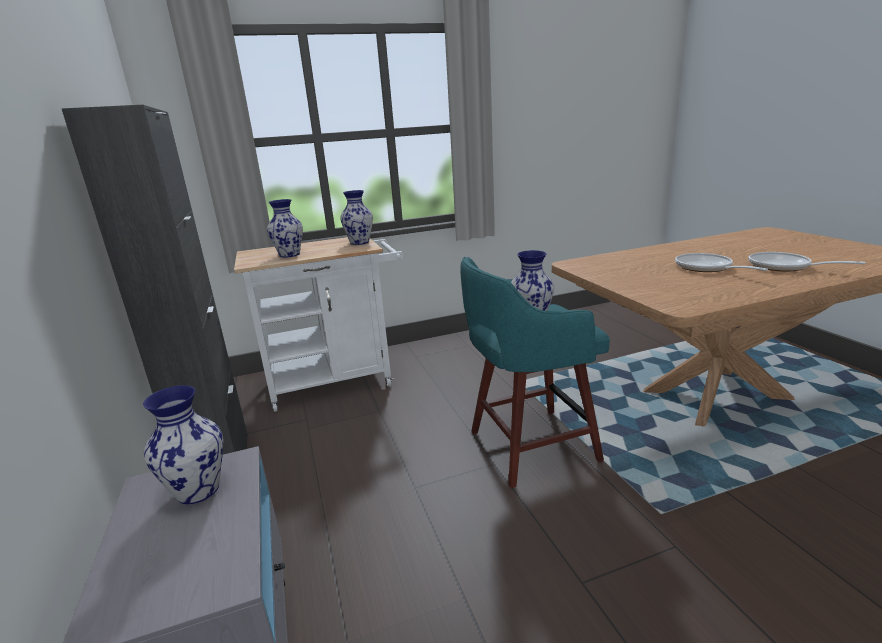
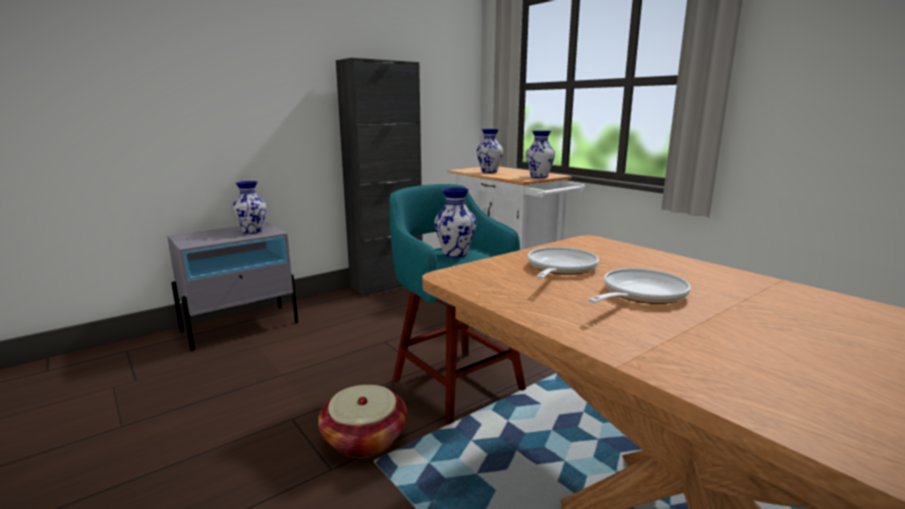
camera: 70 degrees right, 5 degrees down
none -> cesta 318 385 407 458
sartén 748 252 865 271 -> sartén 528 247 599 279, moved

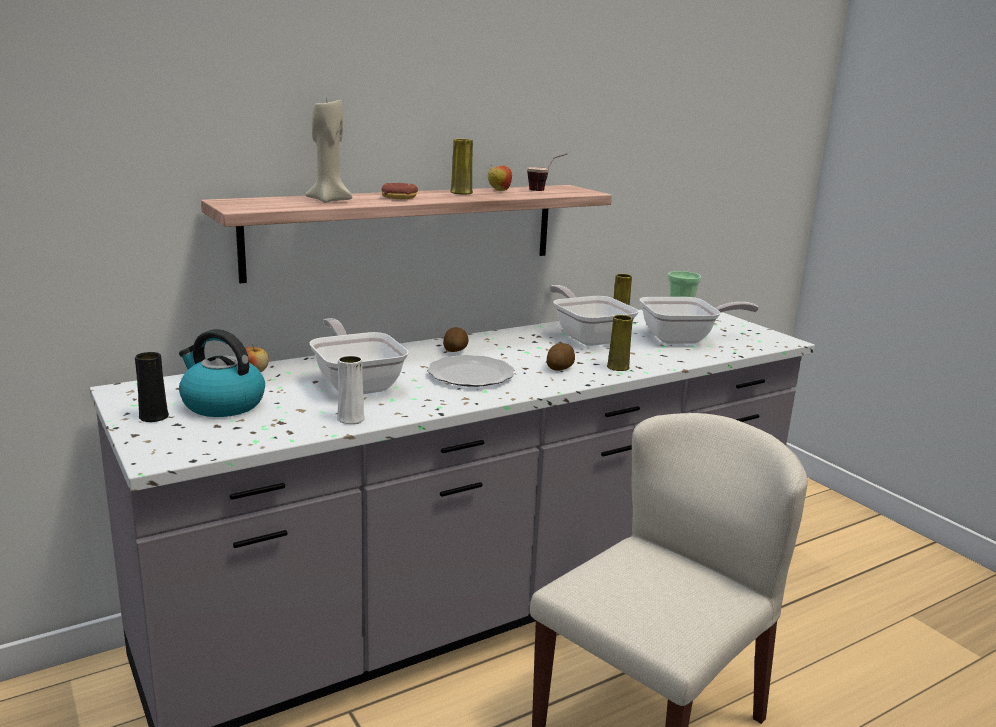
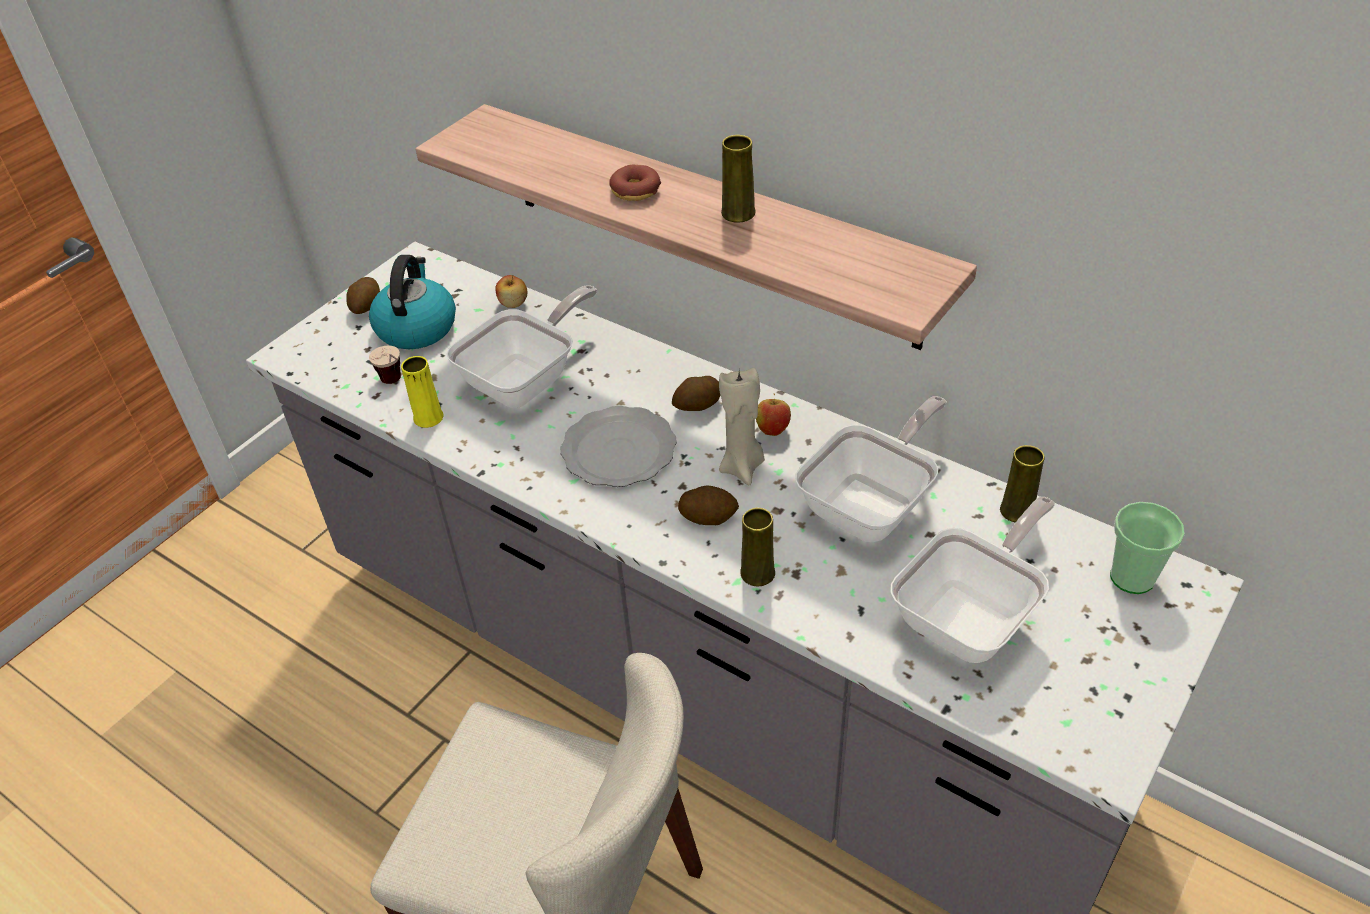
camera: 70 degrees right, 25 degrees up
florero/negro 135 352 169 422 -> patata 346 277 380 314
taza 527 153 567 191 -> taza 369 346 401 384, moved
florero/blanco 337 355 365 424 -> florero/amarillo 401 356 444 428
vela/beis 305 100 352 203 -> vela/beis 719 368 765 485, moved
manzana 488 165 512 191 -> manzana 756 393 791 436, moved
sartén 639 297 759 344 -> sartén 890 497 1055 663, 105 degrees counterclockwise

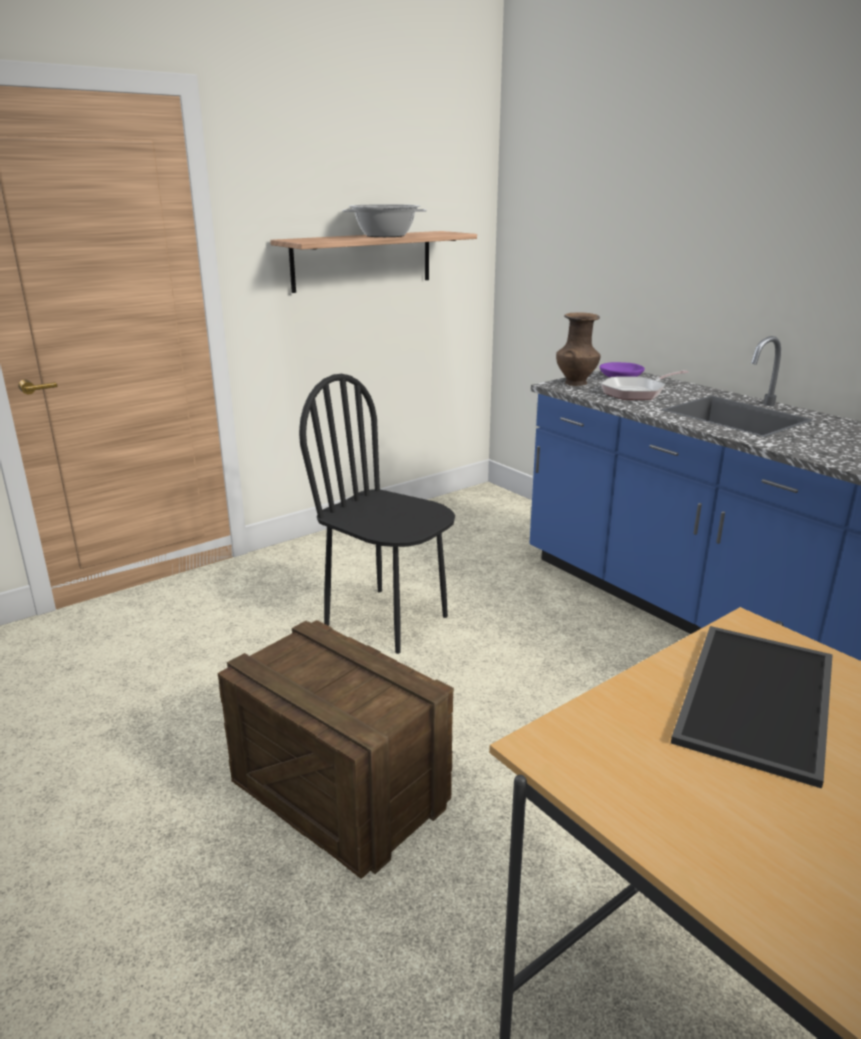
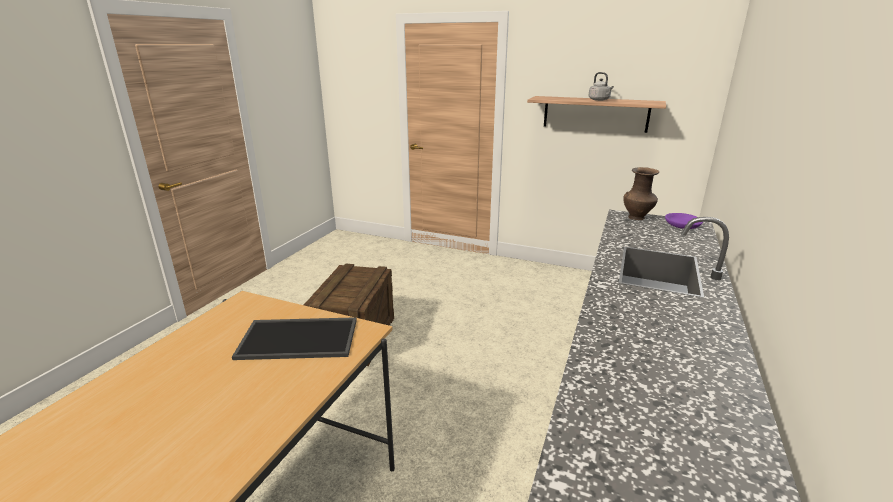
camera: 60 degrees right, 0 degrees up
olla 343 204 427 237 -> hervidor/gris 588 72 614 101
silla/negro 299 374 455 654 -> none
sartén 601 370 689 400 -> none

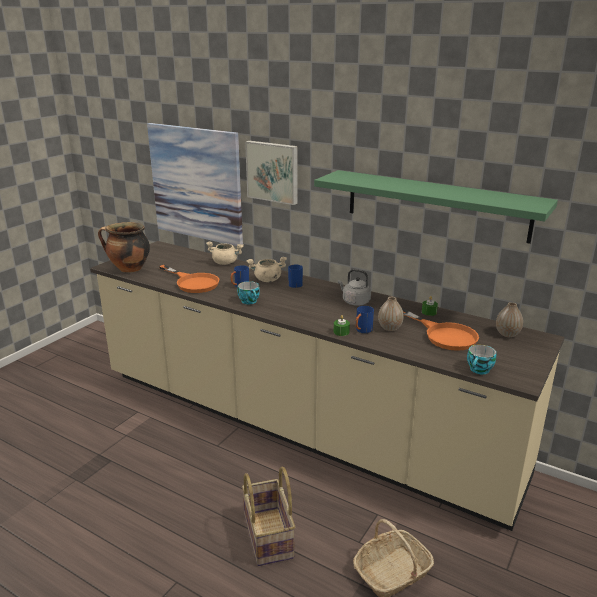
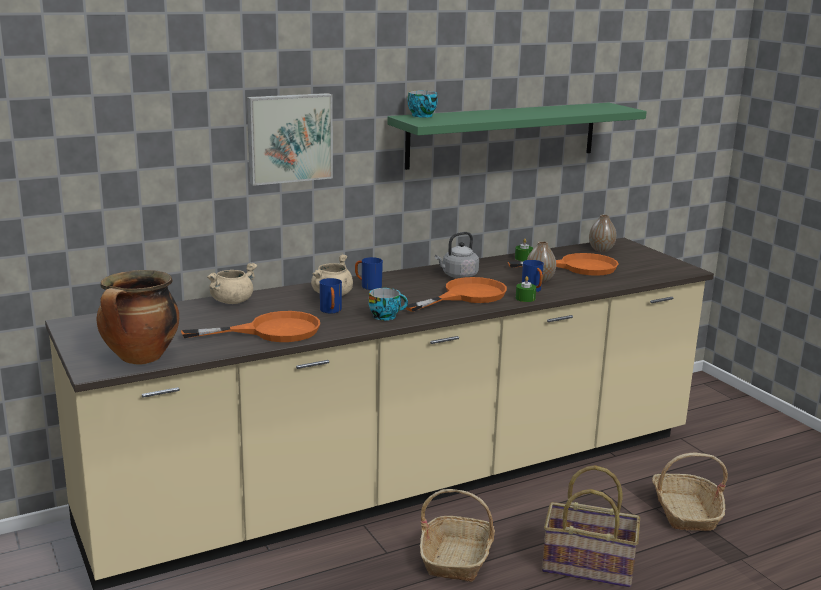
camera: 60 degrees left, 5 degrees down
none -> sartén/naranja 406 277 507 312
taza 467 344 496 374 -> taza 408 91 438 118, moved
none -> cesta 420 489 495 582
cuadro 147 123 243 246 -> none

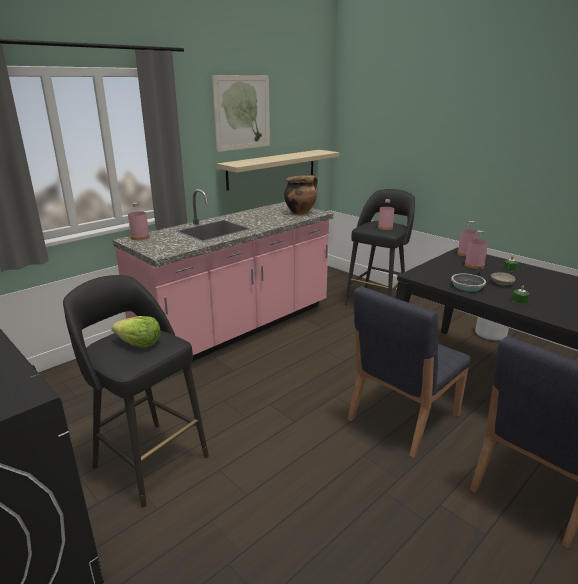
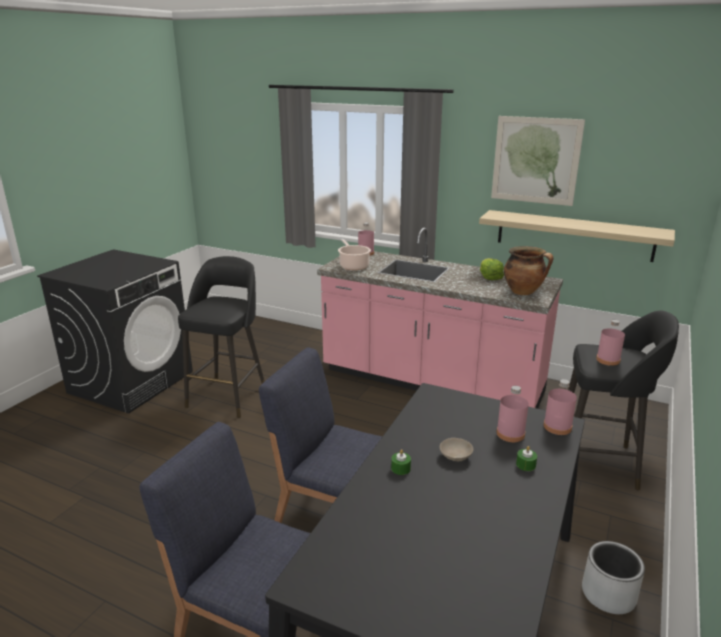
camera: 70 degrees right, 0 degrees up
none -> olla 338 239 371 270
lechuga 111 316 161 348 -> lechuga 480 258 504 280, moved
sartén 451 267 486 292 -> none

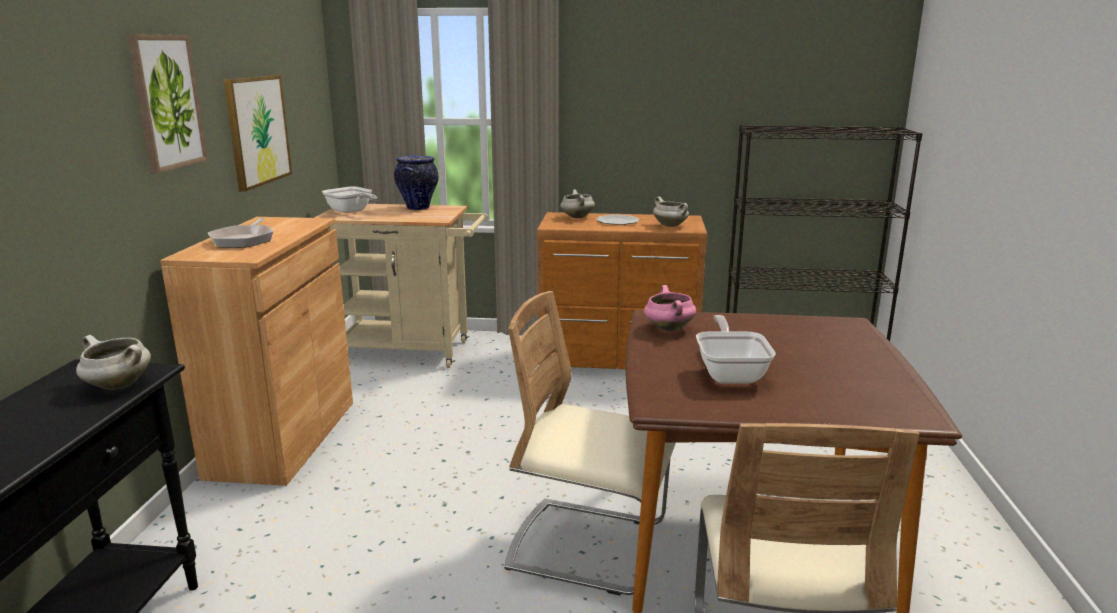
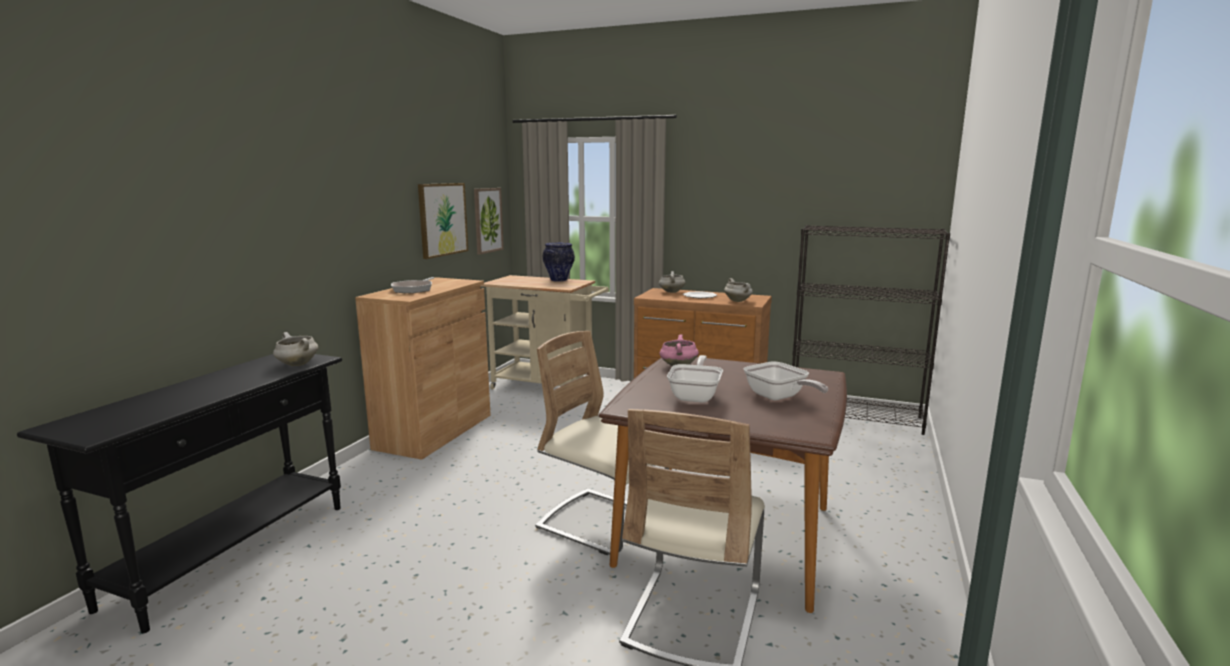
camera: 15 degrees right, 5 degrees down
cuadro 126 34 208 174 -> cuadro 474 188 504 255, moved
sartén 322 186 377 213 -> sartén 743 362 828 400, moved

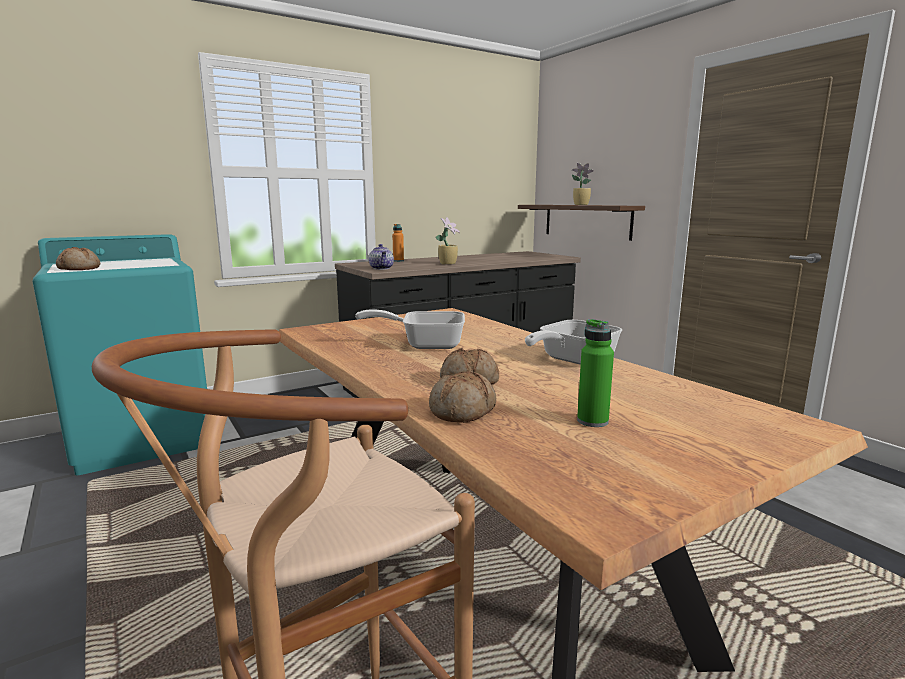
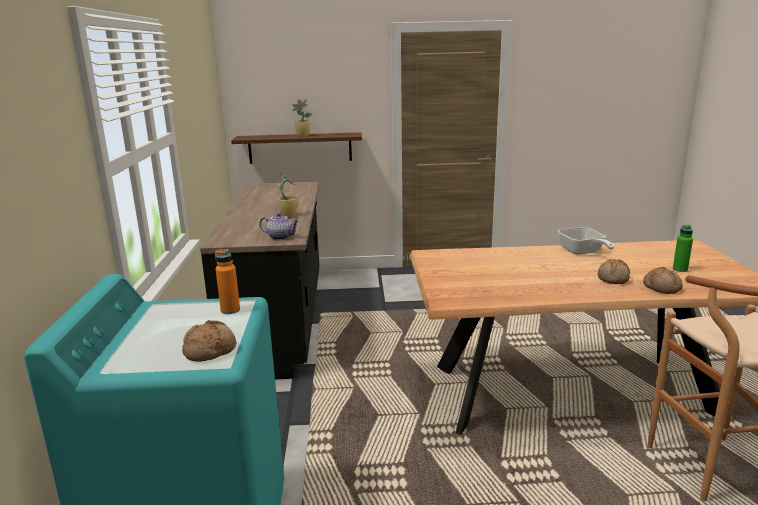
camera: 60 degrees left, 5 degrees up
botella/naranja 392 224 404 262 -> botella/naranja 215 249 240 314, moved
sartén 355 309 465 349 -> none

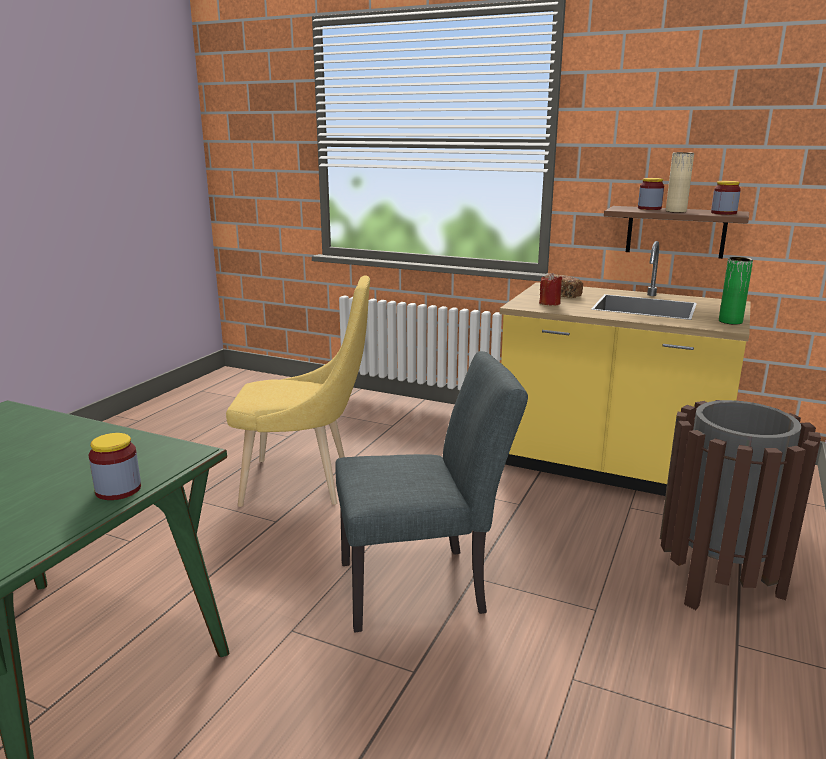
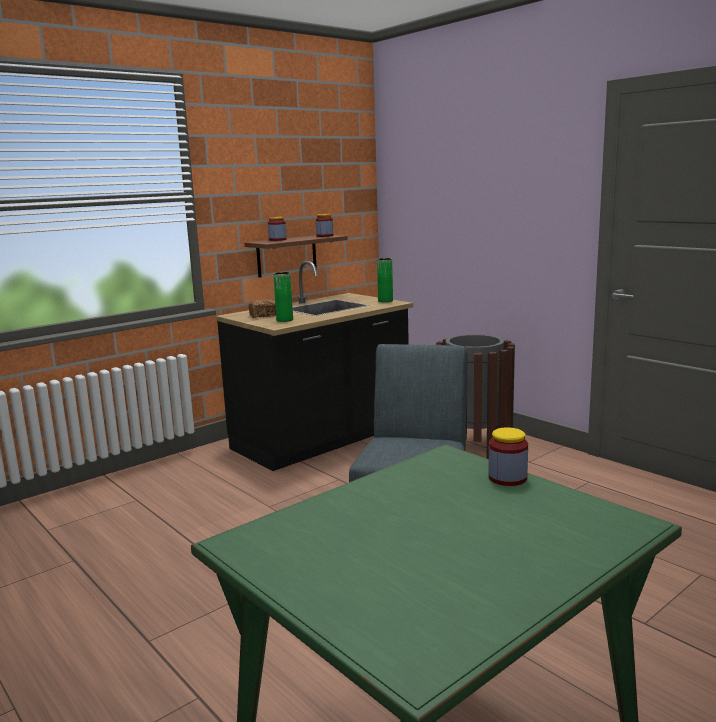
camera: 65 degrees left, 5 degrees down
mueble bajo de cocina/amarillo 500 241 751 496 -> mueble bajo de cocina/negro 215 261 413 471
vela/rojo 539 273 562 306 -> florero/verde 273 272 293 322
silla/amarillo 226 275 370 507 -> none
florero/beis 666 152 694 213 -> none

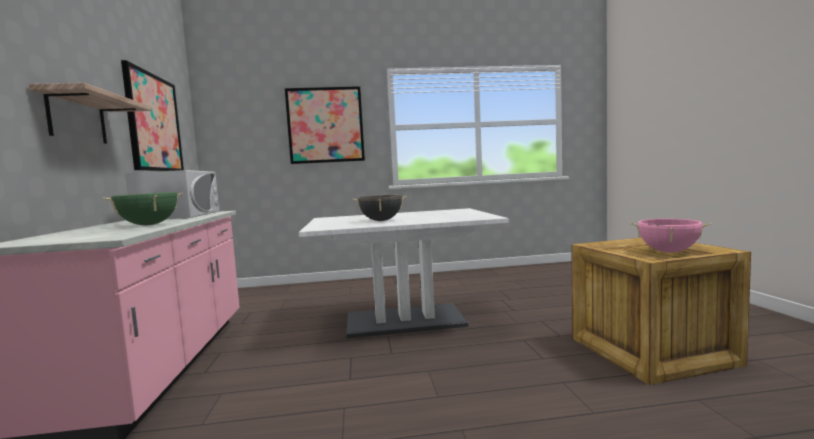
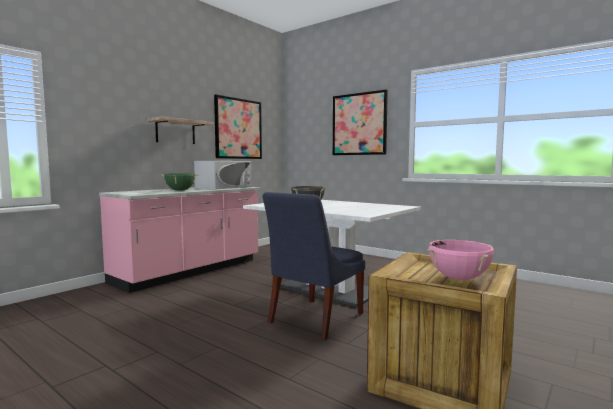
camera: 45 degrees right, 0 degrees up
none -> silla/azul 262 192 365 340

